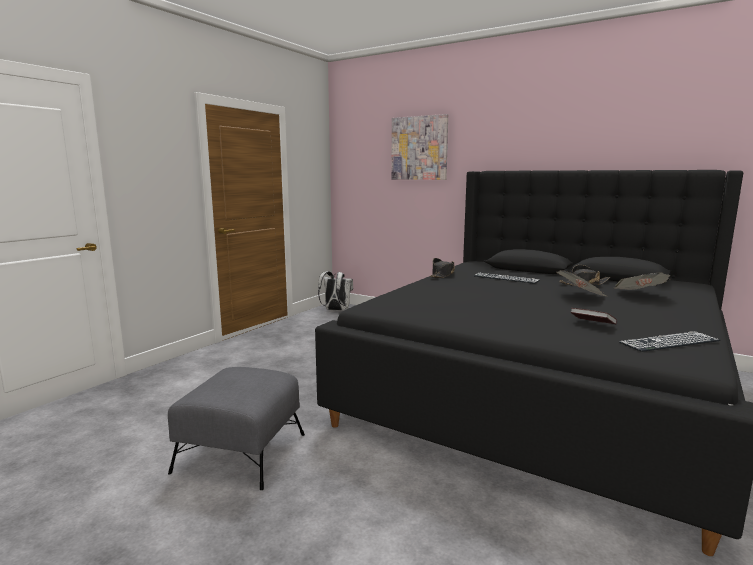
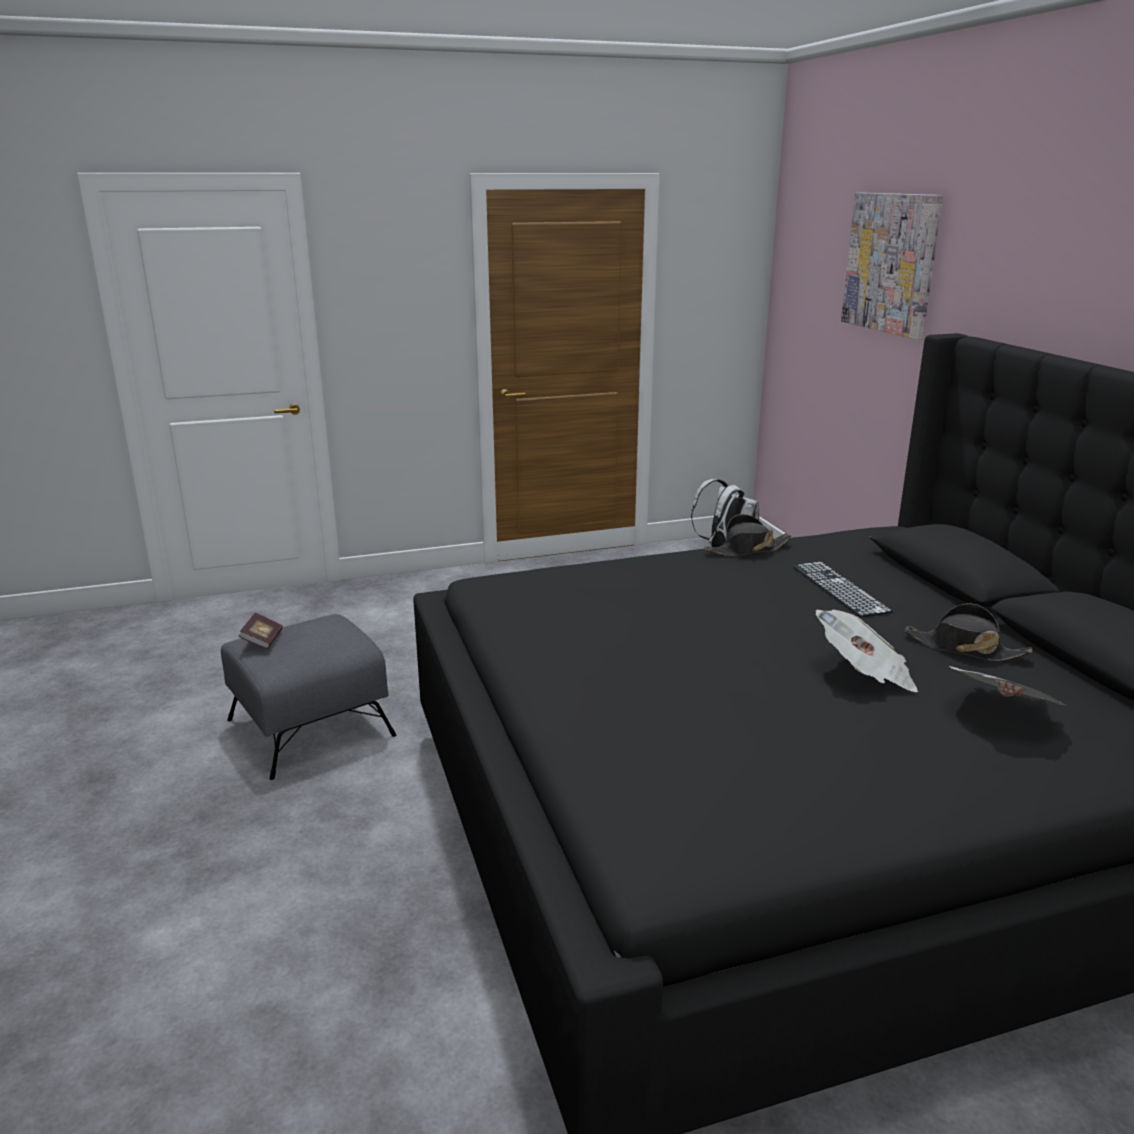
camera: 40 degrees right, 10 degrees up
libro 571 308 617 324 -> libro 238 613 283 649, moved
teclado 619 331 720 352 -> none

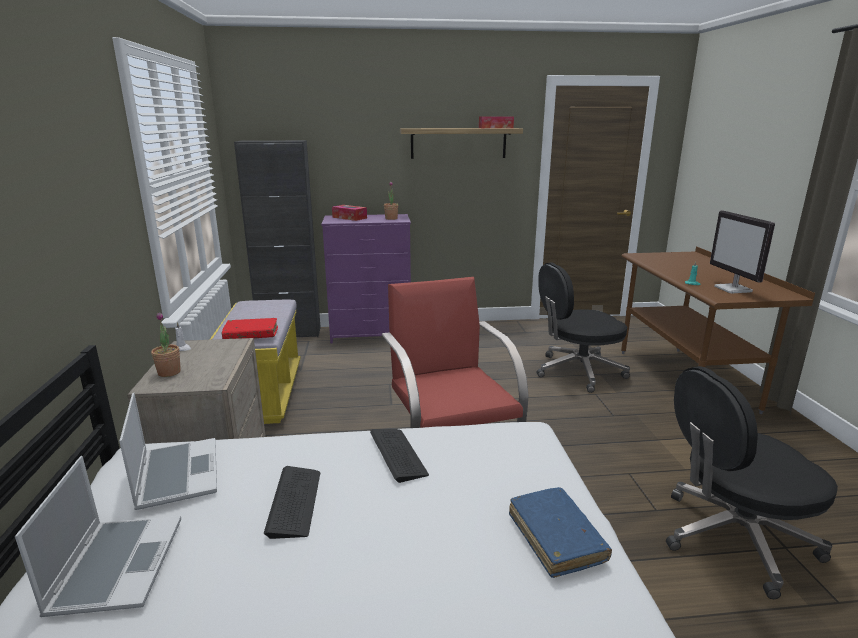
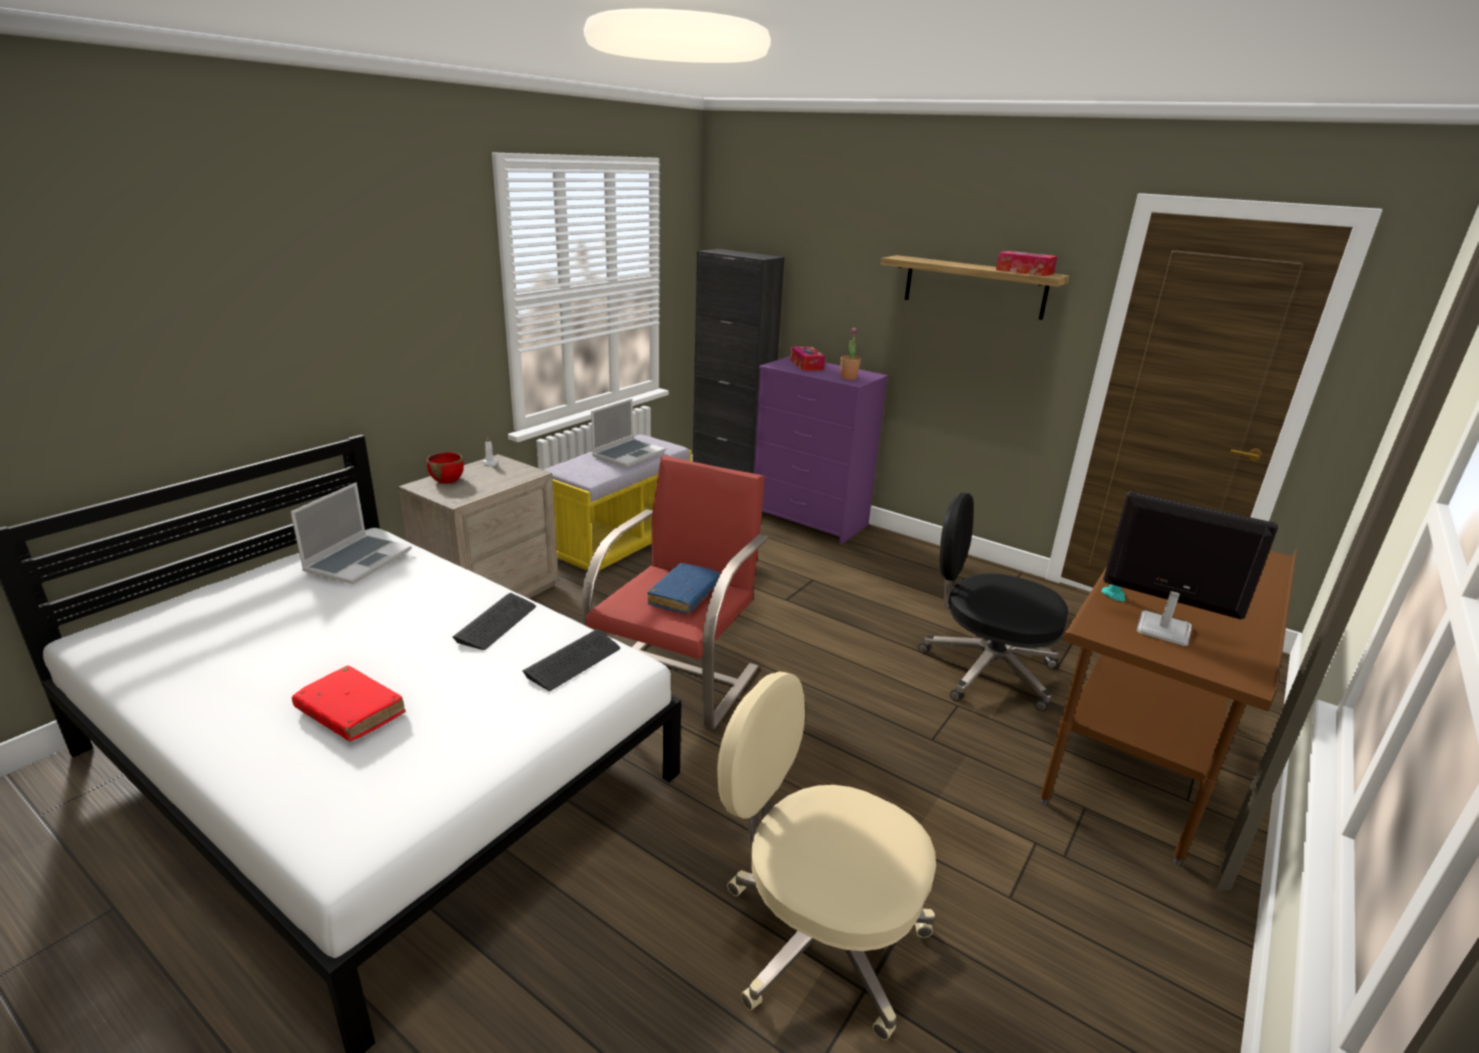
camera: 40 degrees right, 5 degrees up
libro/rojo 222 318 278 339 -> libro/rojo 292 666 405 742, moved
planta en maceta 151 313 181 377 -> cuenco/rojo 427 452 464 484
teclado 264 466 320 539 -> teclado 523 629 620 691, moved
portátil 15 456 181 617 -> portátil 591 398 665 467, moved
libro/azul 509 487 612 578 -> libro/azul 648 563 720 614, moved
silla de oficina/negro 666 366 838 599 -> silla de oficina/beis 717 672 936 1040
monitor 710 211 775 293 -> monitor 1103 491 1278 646, 90 degrees clockwise

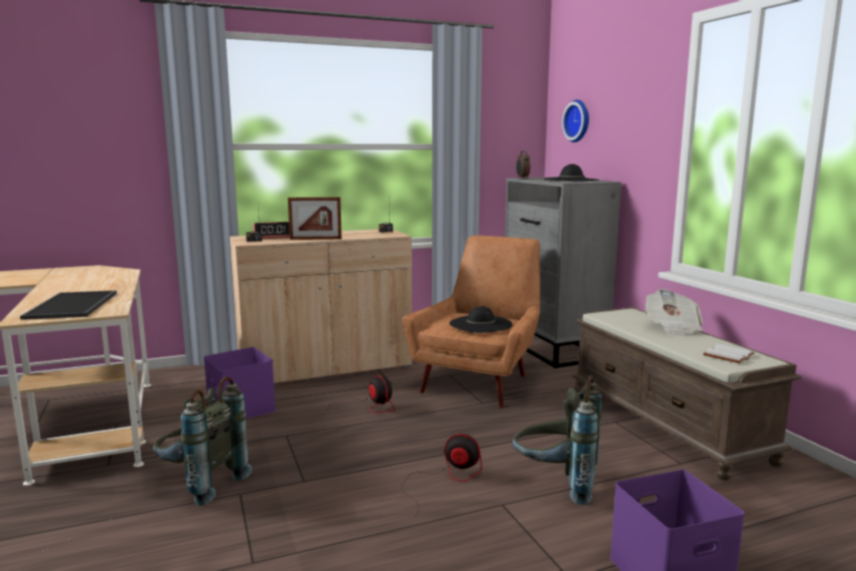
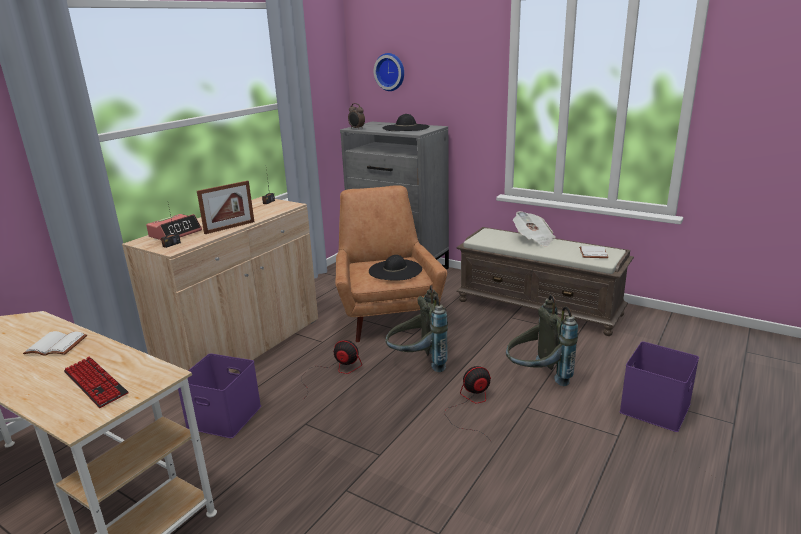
camera: 35 degrees left, 10 degrees up
none -> libro/blanco 23 331 87 356
bandeja 20 290 117 320 -> teclado 64 357 129 408
mochila/gris 153 377 252 506 -> mochila/gris 385 285 448 372, moved

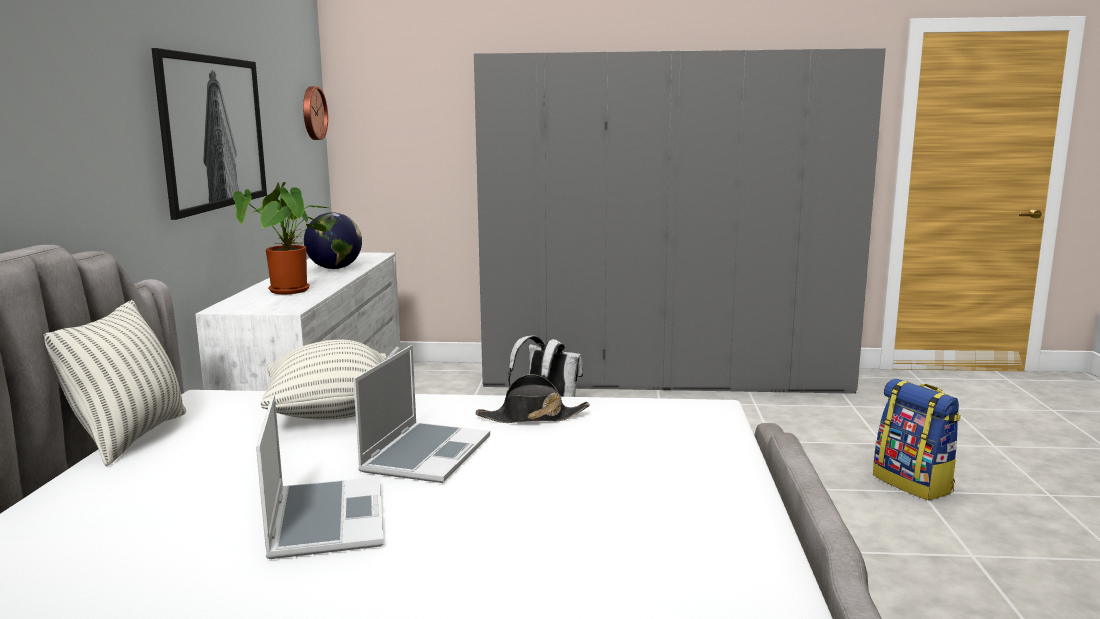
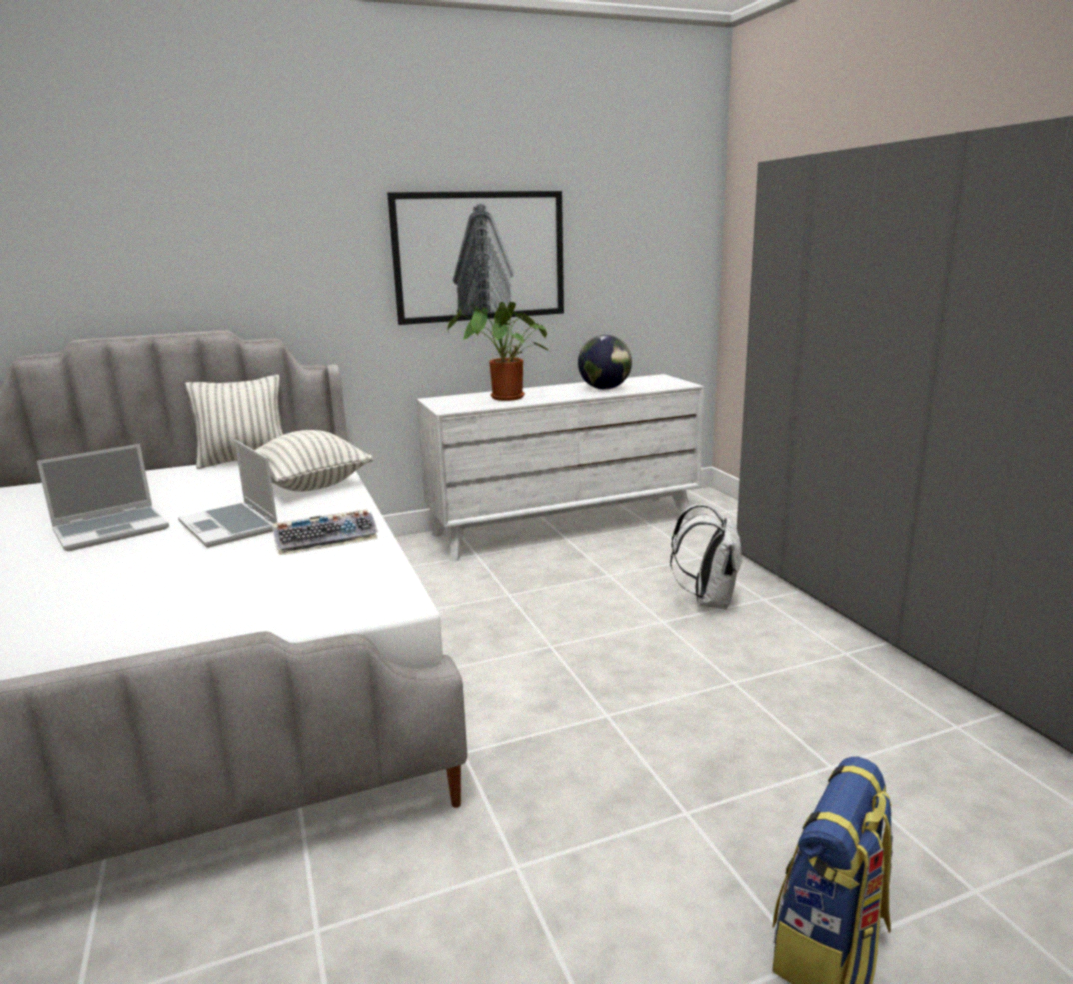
camera: 65 degrees right, 5 degrees up
portátil 353 345 490 483 -> portátil 178 440 277 548, 60 degrees clockwise
sombrero/negro 475 374 590 423 -> teclado 272 509 378 556
reloj de pared 303 86 328 140 -> none

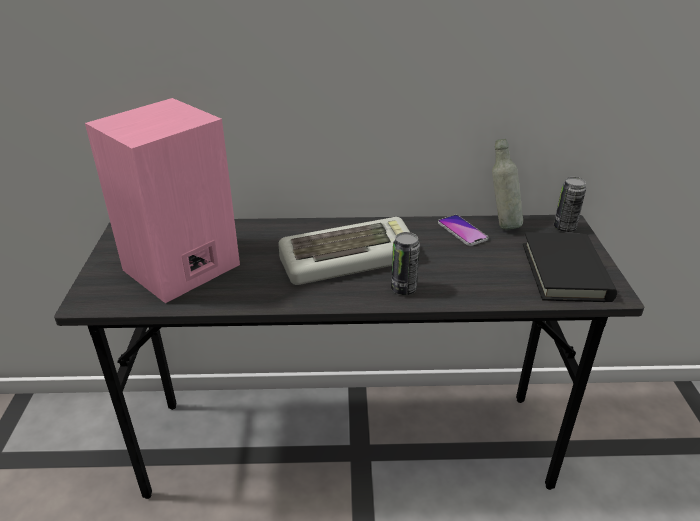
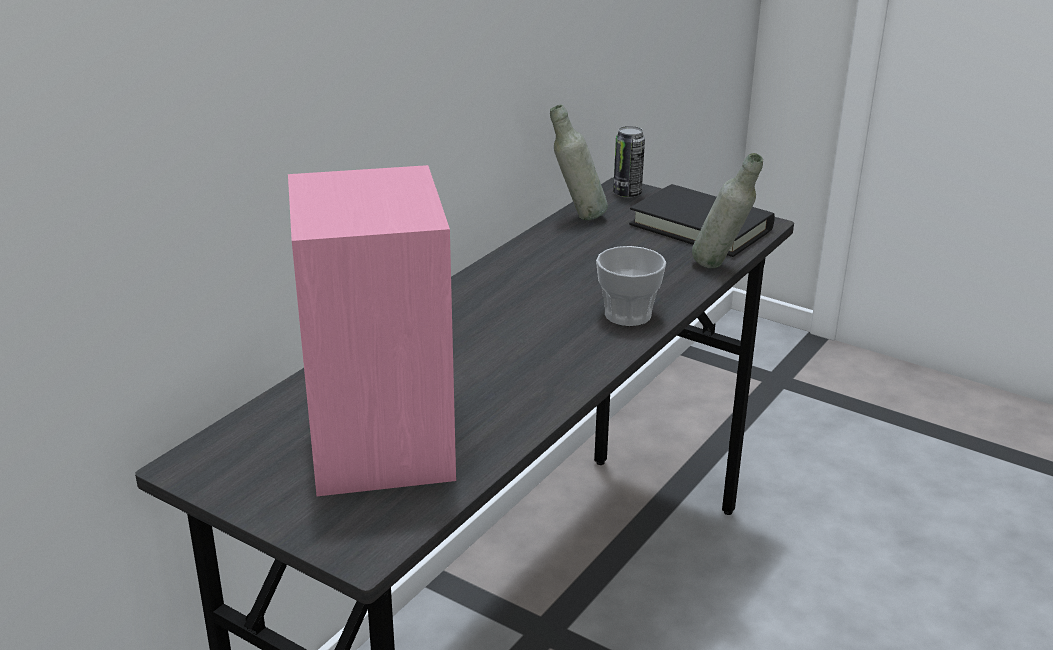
camera: 55 degrees left, 5 degrees down
lata 391 232 420 295 -> taza 596 246 666 326
none -> botella/gris 692 153 763 268
teclado 278 217 410 285 -> none
móvil 438 215 488 246 -> none

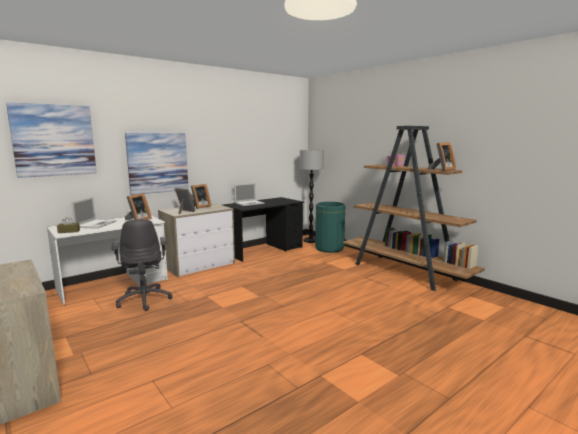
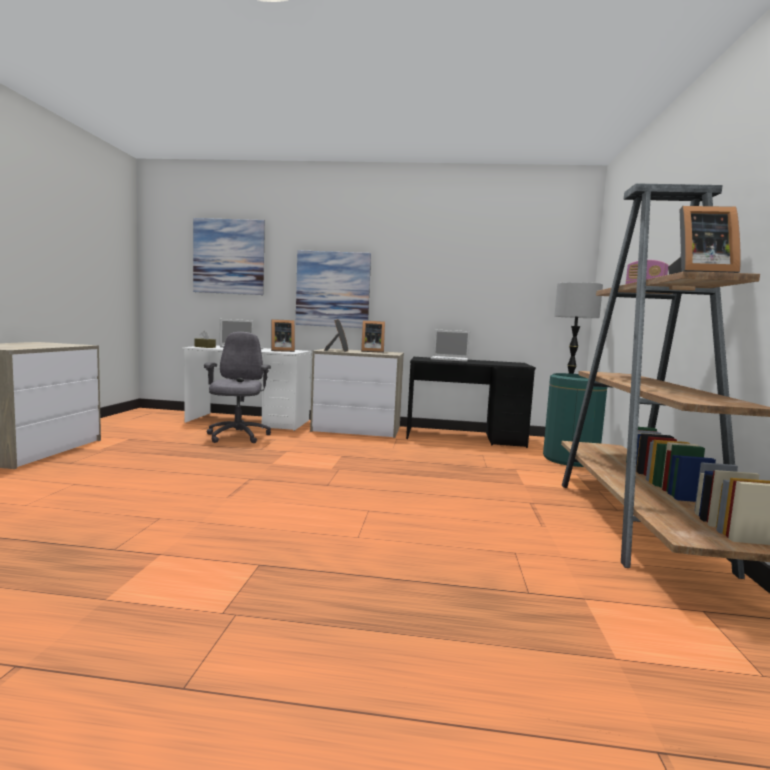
camera: 45 degrees right, 5 degrees down
silla de oficina/gris 111 219 172 311 -> silla de oficina/gris 204 332 271 443, 150 degrees clockwise

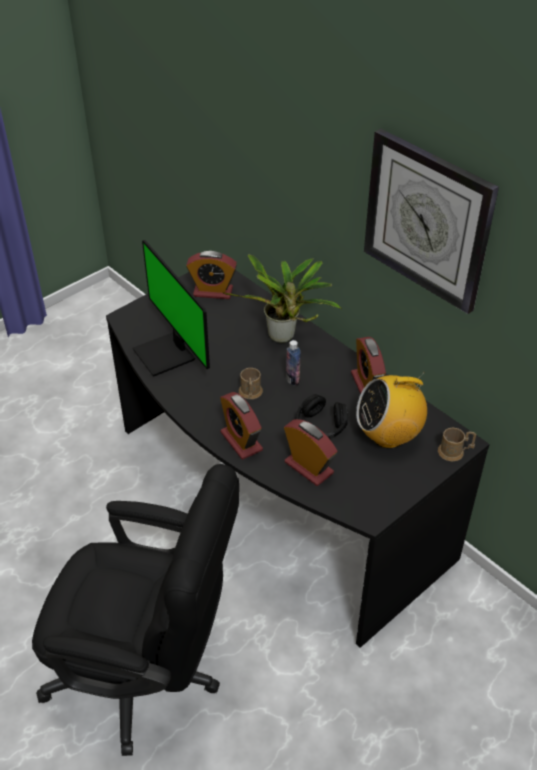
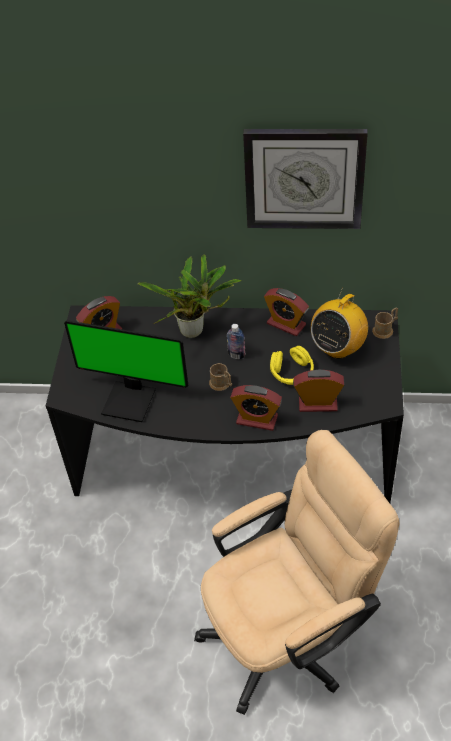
camera: 40 degrees left, 5 degrees up
silla de oficina/negro 32 464 239 756 -> silla de oficina/beis 194 430 400 715
auriculares/negro 296 394 348 439 -> auriculares/amarillo 270 346 314 385

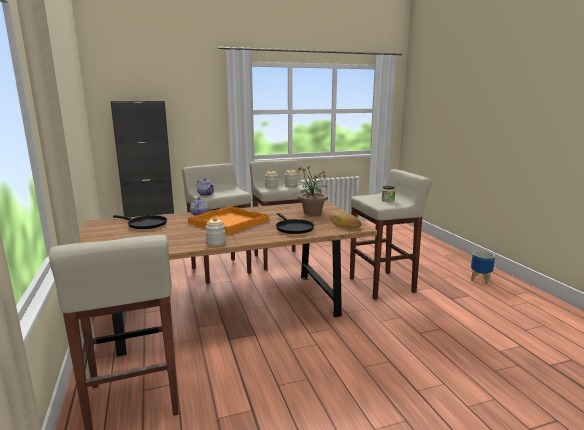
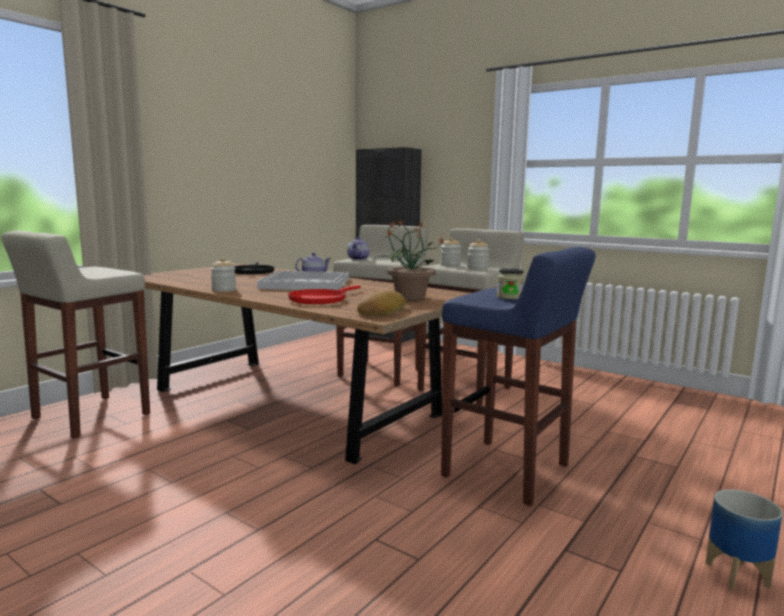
camera: 55 degrees right, 5 degrees down
bandeja/naranja 188 206 269 235 -> bandeja/blanco 257 271 349 290
sartén/negro 276 213 314 234 -> sartén/rojo 288 285 361 304
taburete/beis 350 169 432 300 -> taburete/azul 441 247 596 506

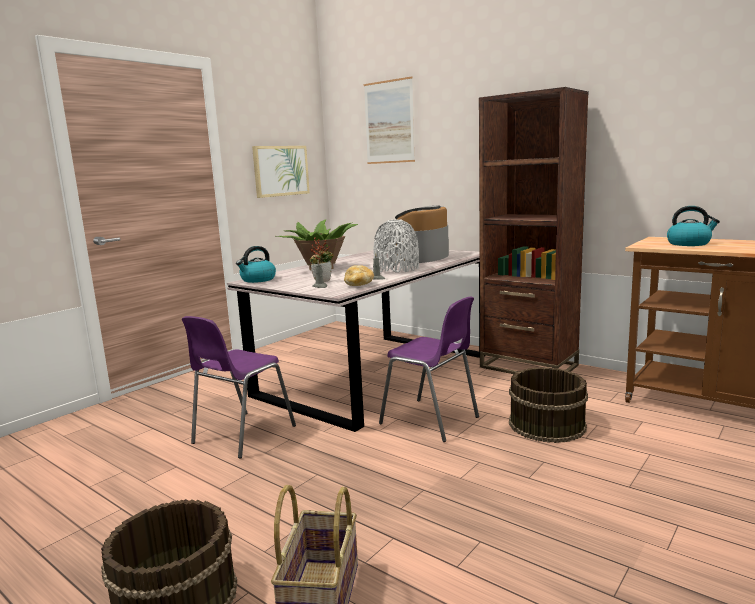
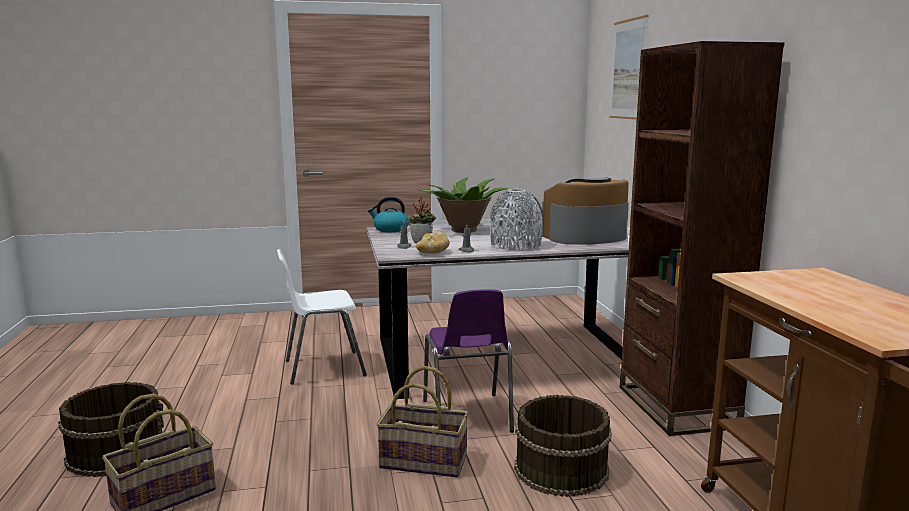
camera: 40 degrees right, 0 degrees up
silla/morado 182 316 296 458 -> silla/blanco 277 249 367 385
none -> cesta 376 366 469 477
cuadro 252 146 310 198 -> none
hervidor 667 206 720 246 -> none

